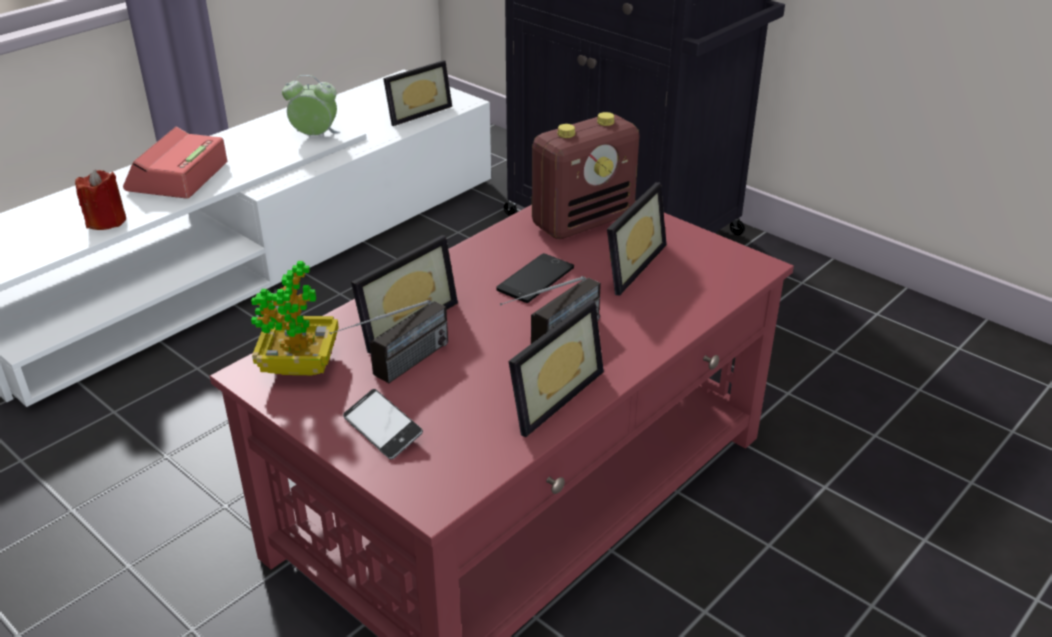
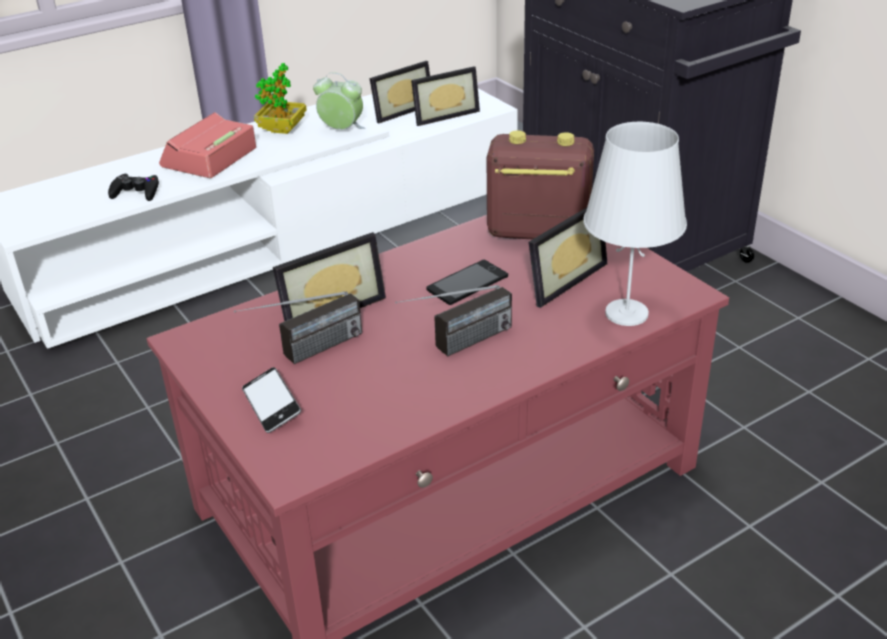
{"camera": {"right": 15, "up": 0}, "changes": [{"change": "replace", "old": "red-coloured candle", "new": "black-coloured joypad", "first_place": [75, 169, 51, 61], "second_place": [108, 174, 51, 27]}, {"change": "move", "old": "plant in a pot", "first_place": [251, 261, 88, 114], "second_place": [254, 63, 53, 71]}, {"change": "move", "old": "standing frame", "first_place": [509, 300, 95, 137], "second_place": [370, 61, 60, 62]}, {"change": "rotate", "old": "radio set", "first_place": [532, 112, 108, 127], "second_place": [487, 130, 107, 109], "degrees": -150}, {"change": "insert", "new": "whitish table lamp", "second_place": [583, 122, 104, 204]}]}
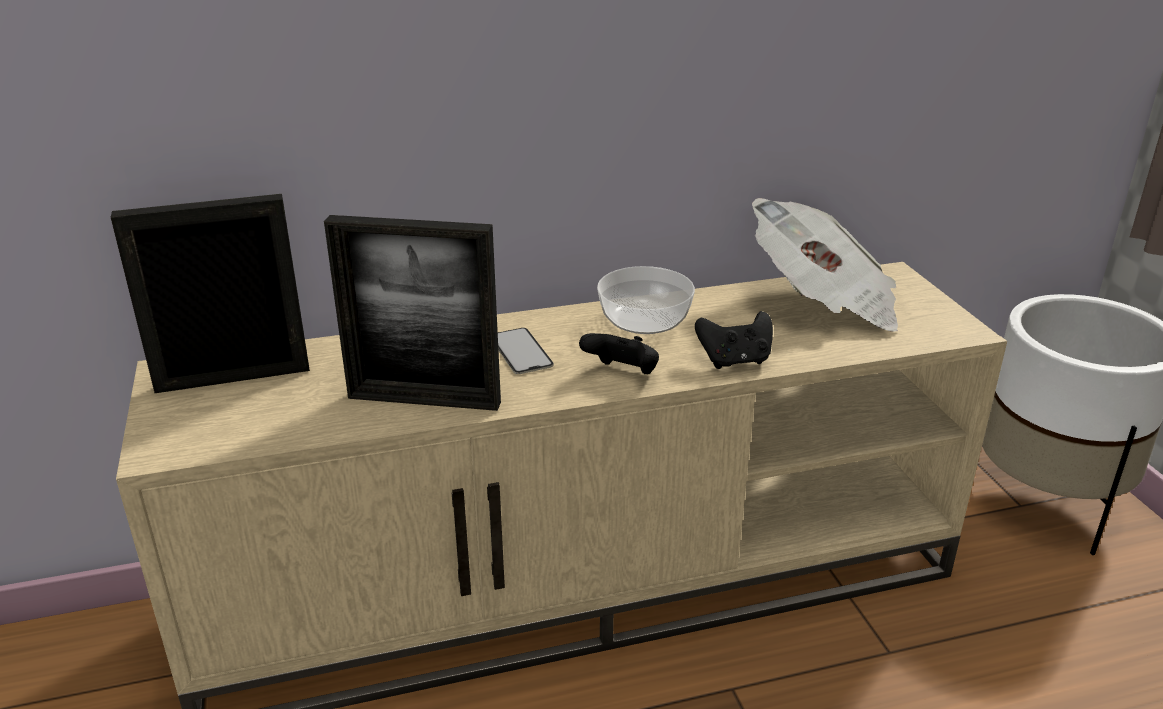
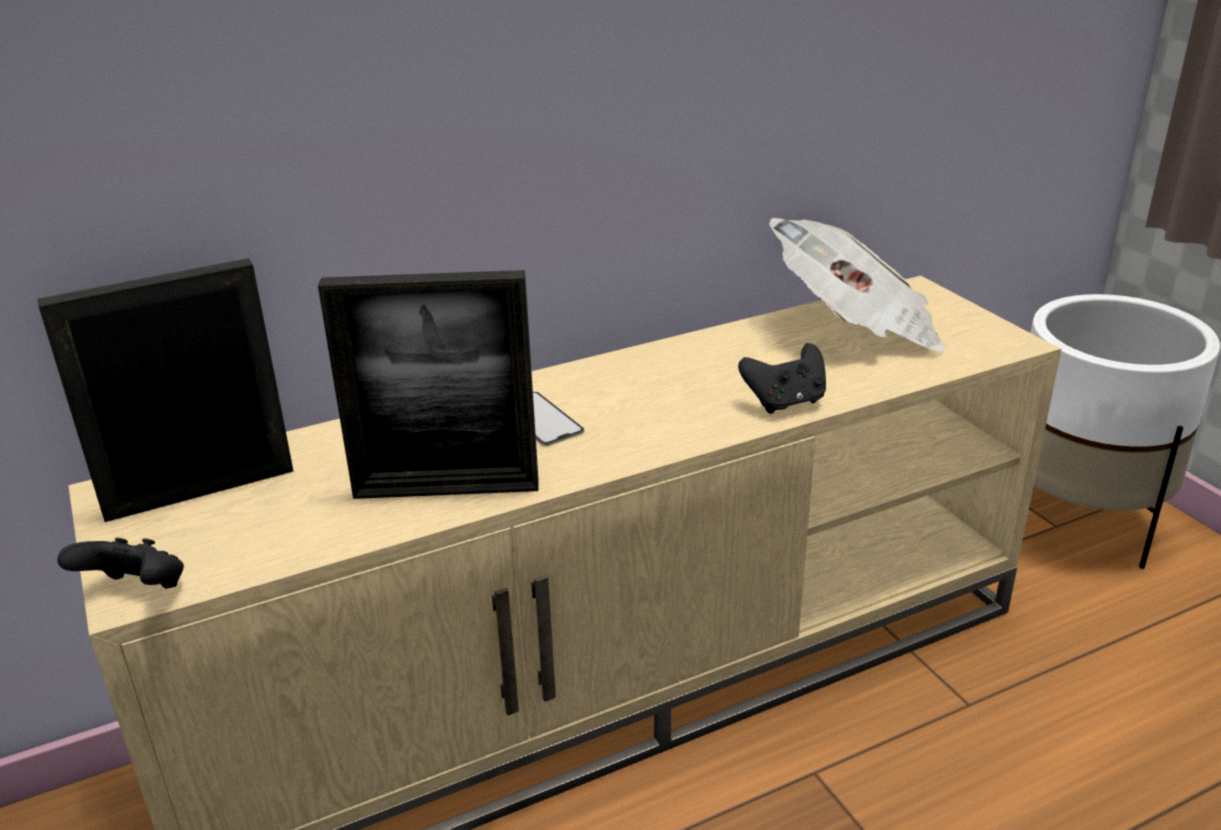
{"camera": {"right": -10, "up": 0}, "changes": [{"change": "move", "old": "black-coloured joypad", "first_place": [579, 333, 80, 41], "second_place": [57, 538, 127, 51]}, {"change": "delete", "old": "bowl", "first_place": [597, 266, 98, 68]}]}
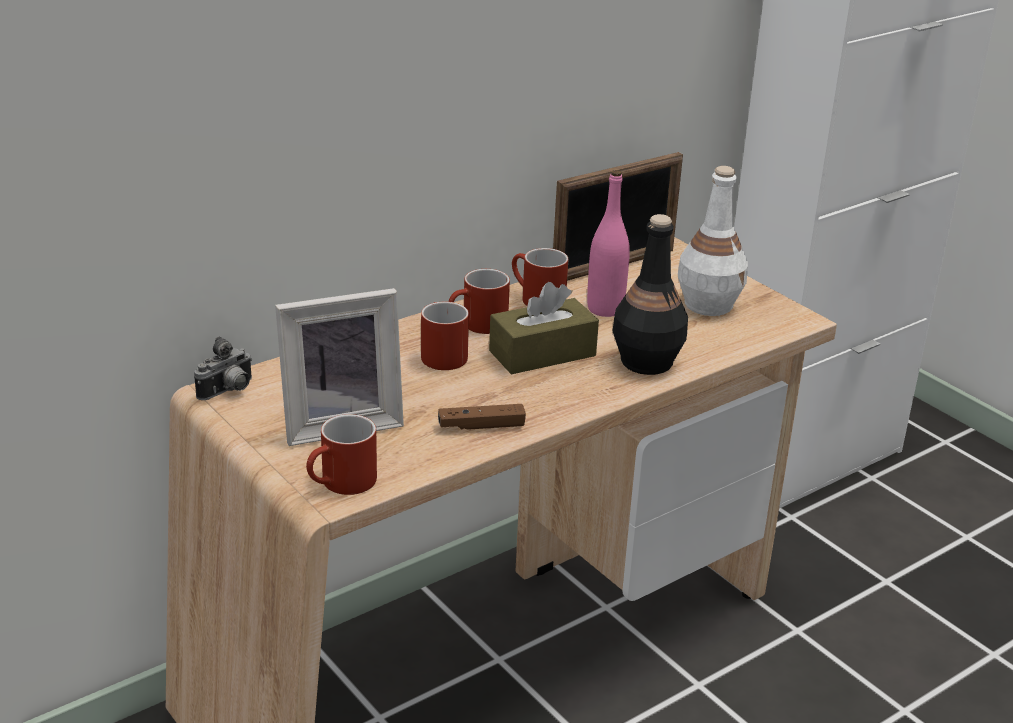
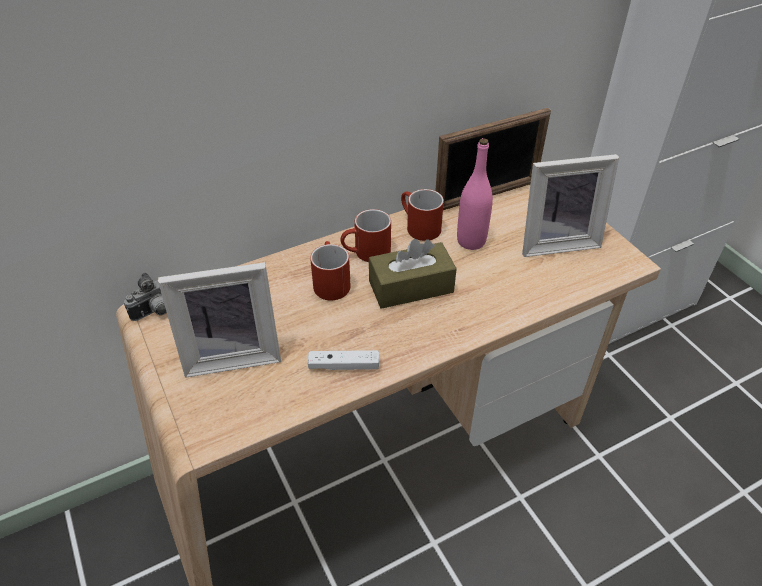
{"camera": {"right": 10, "up": 15}, "changes": [{"change": "delete", "old": "red-coloured tea mug", "first_place": [306, 414, 71, 81]}, {"change": "recolor", "old": "brown-coloured joypad", "new": "whitish joypad", "first_place": [438, 404, 88, 26], "second_place": [308, 350, 71, 20]}, {"change": "delete", "old": "black-coloured drink bottle", "first_place": [612, 214, 76, 161]}, {"change": "replace", "old": "whitish drink bottle", "new": "standing frame", "first_place": [678, 166, 70, 150], "second_place": [522, 154, 97, 103]}]}
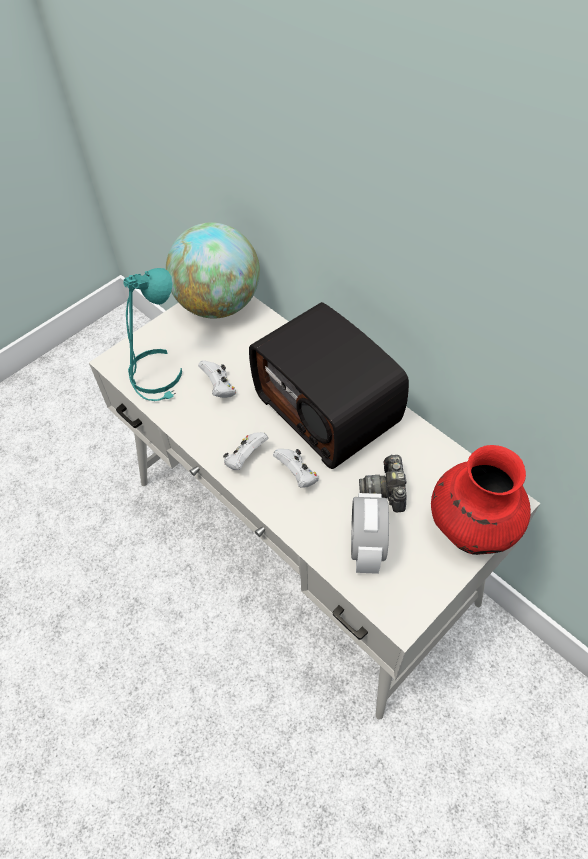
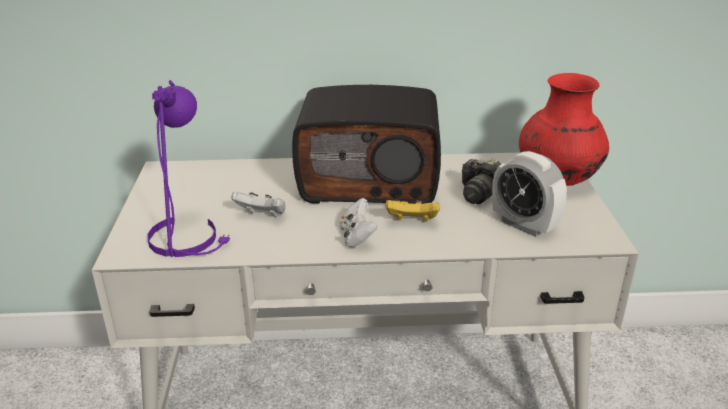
{"camera": {"right": -50, "up": -25}, "changes": [{"change": "recolor", "old": "blue-green table lamp", "new": "purplish table lamp", "first_place": [124, 268, 58, 133], "second_place": [148, 80, 82, 177]}, {"change": "delete", "old": "desk globe", "first_place": [166, 222, 94, 96]}, {"change": "recolor", "old": "whitish joypad", "new": "yellowish joypad", "first_place": [273, 449, 46, 39], "second_place": [385, 200, 55, 22]}]}
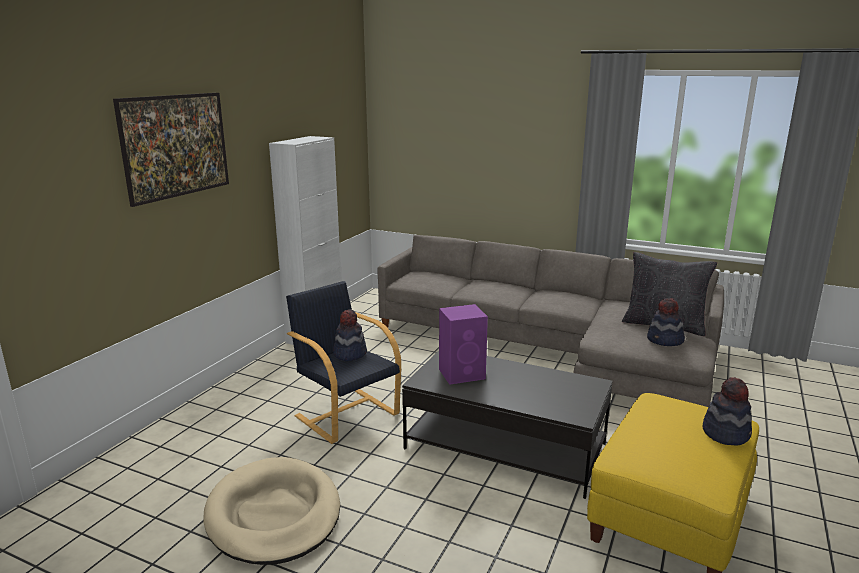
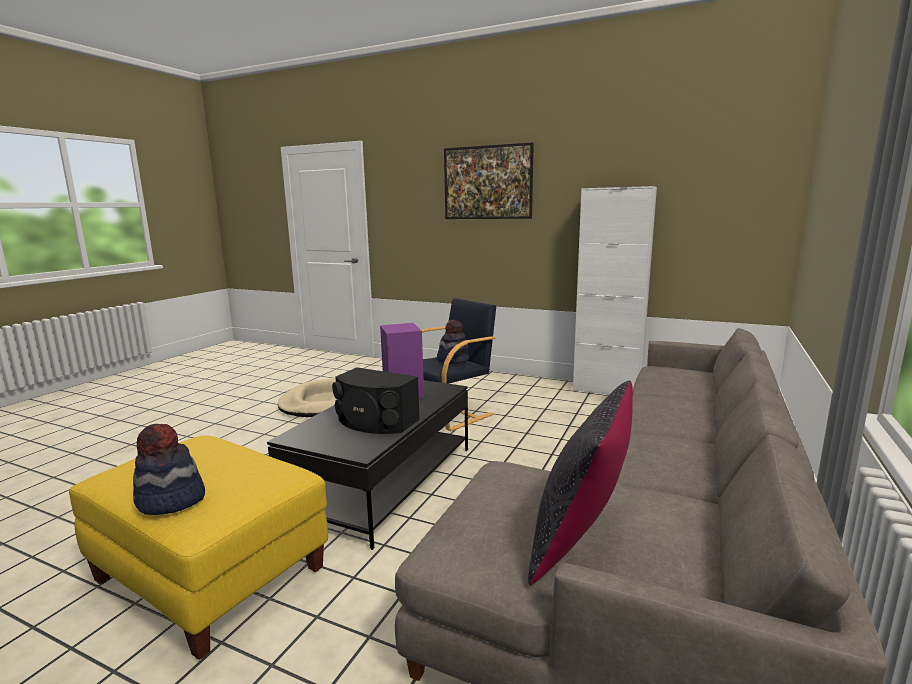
{"camera": {"right": 90, "up": -5}, "changes": [{"change": "delete", "old": "clothing hat", "first_place": [647, 298, 38, 48]}, {"change": "insert", "new": "black-coloured speaker", "second_place": [332, 367, 88, 67]}]}
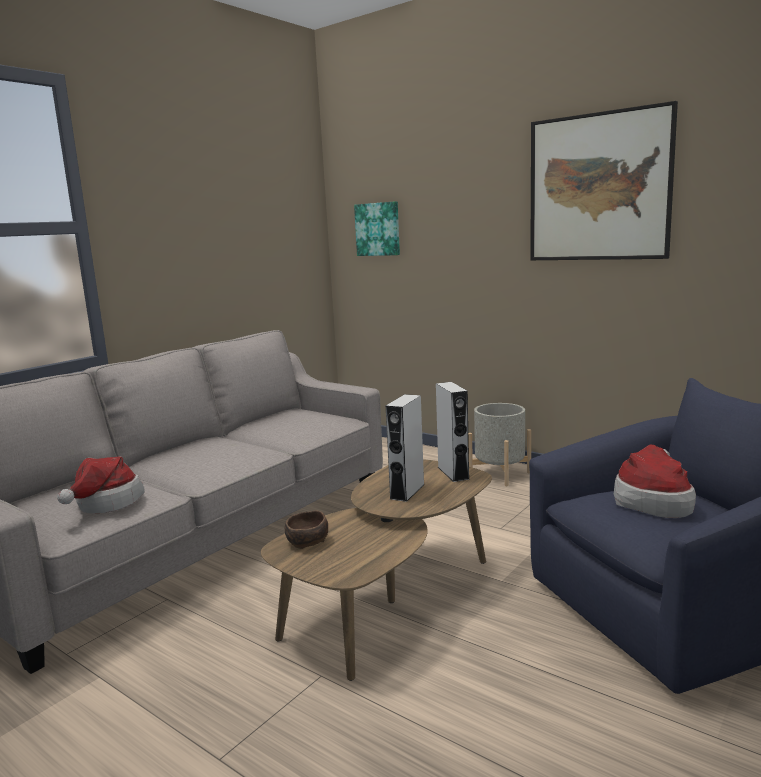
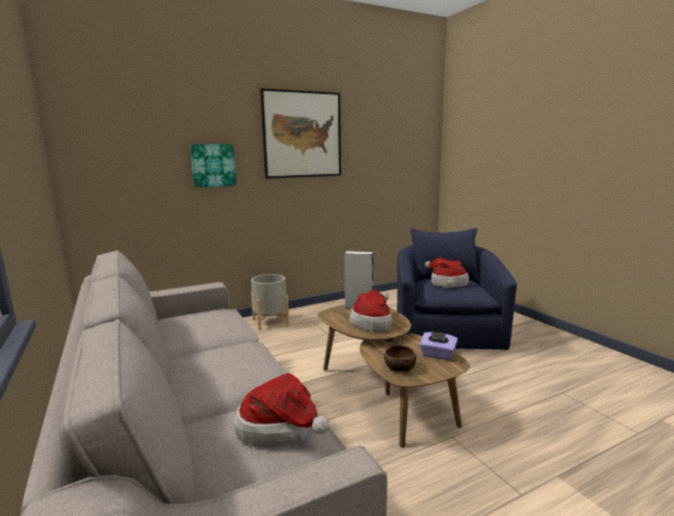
{"camera": {"right": -65, "up": 0}, "changes": [{"change": "move", "old": "wall picture", "first_place": [354, 202, 46, 54], "second_place": [190, 144, 46, 43]}, {"change": "replace", "old": "greyish speaker", "new": "clothing hat", "first_place": [386, 394, 38, 108], "second_place": [349, 289, 43, 43]}, {"change": "insert", "new": "purplish box of tissues", "second_place": [420, 331, 38, 30]}]}
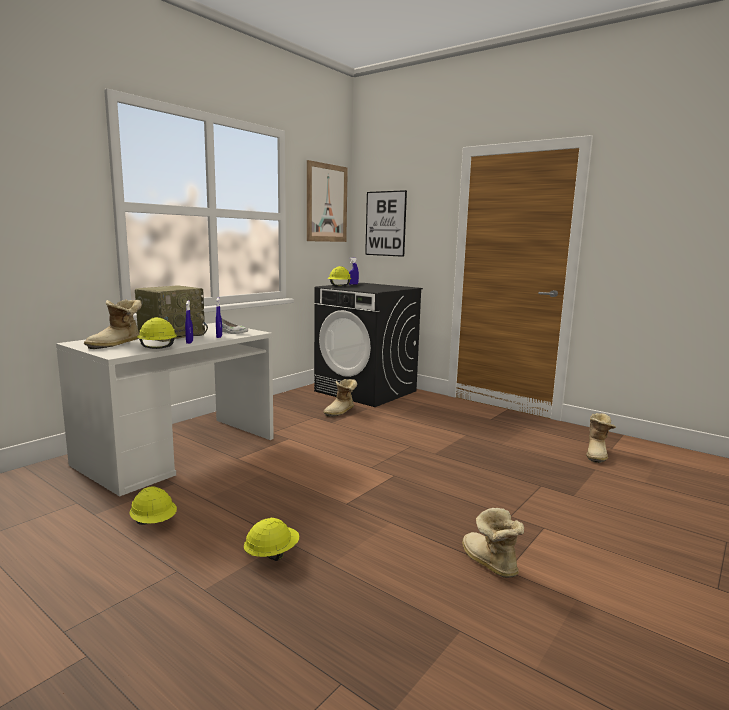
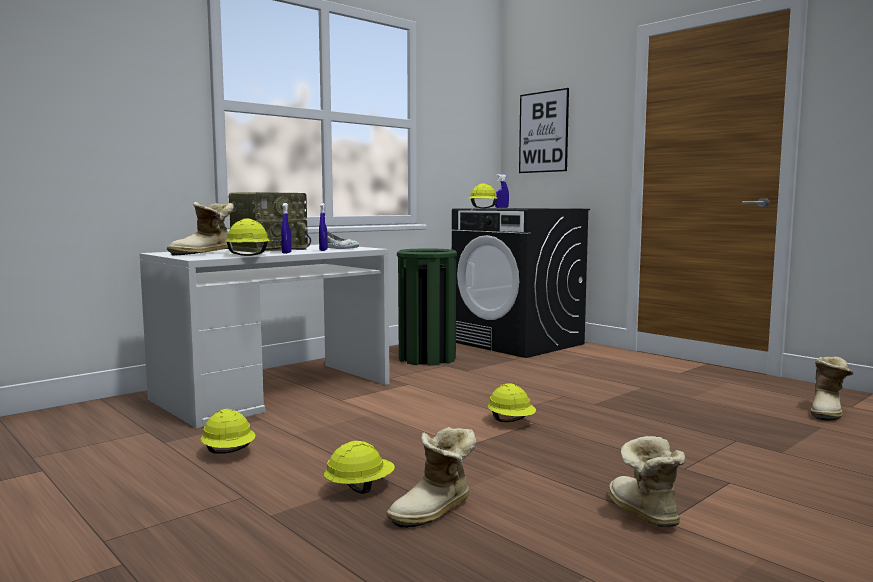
{"camera": {"right": 10, "up": -5}, "changes": [{"change": "delete", "old": "wall picture", "first_place": [307, 160, 41, 82]}, {"change": "move", "old": "tall boot", "first_place": [323, 379, 34, 38], "second_place": [387, 427, 90, 101]}, {"change": "insert", "new": "green-coloured trash can", "second_place": [397, 248, 60, 118]}, {"change": "insert", "new": "yellowish work helmet", "second_place": [488, 383, 48, 39]}]}
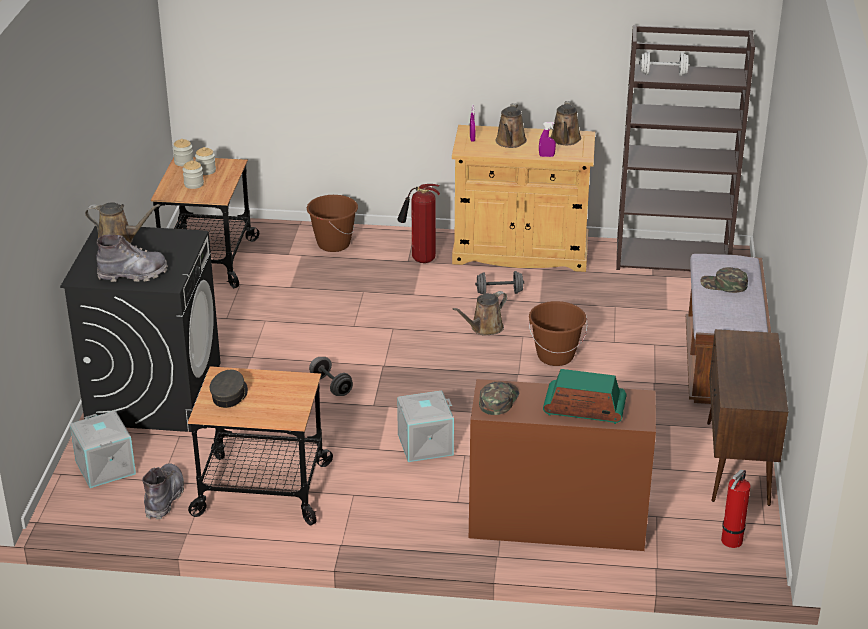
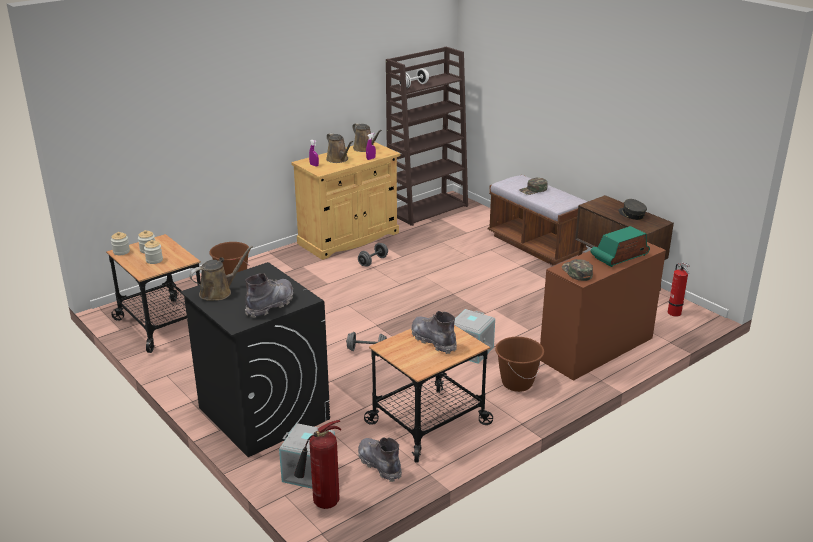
{"camera": {"right": -45, "up": -5}, "changes": [{"change": "move", "old": "greyish peaked cap", "first_place": [210, 370, 38, 38], "second_place": [618, 199, 29, 21]}, {"change": "move", "old": "fire-fighting cylinder", "first_place": [397, 184, 43, 79], "second_place": [294, 420, 47, 89]}, {"change": "delete", "old": "brown-coloured sprinkling can", "first_place": [453, 291, 54, 45]}, {"change": "move", "old": "brown-coloured bucket", "first_place": [529, 301, 59, 65], "second_place": [495, 337, 49, 55]}, {"change": "insert", "new": "greyish tall boot", "second_place": [411, 311, 46, 43]}]}
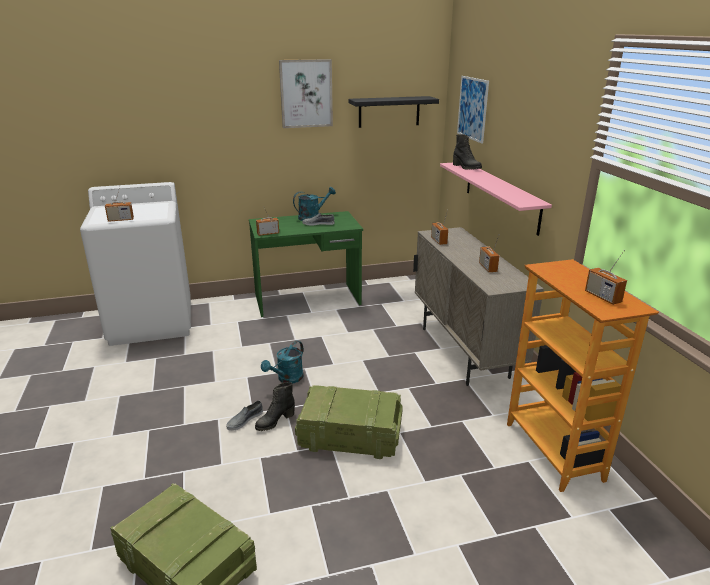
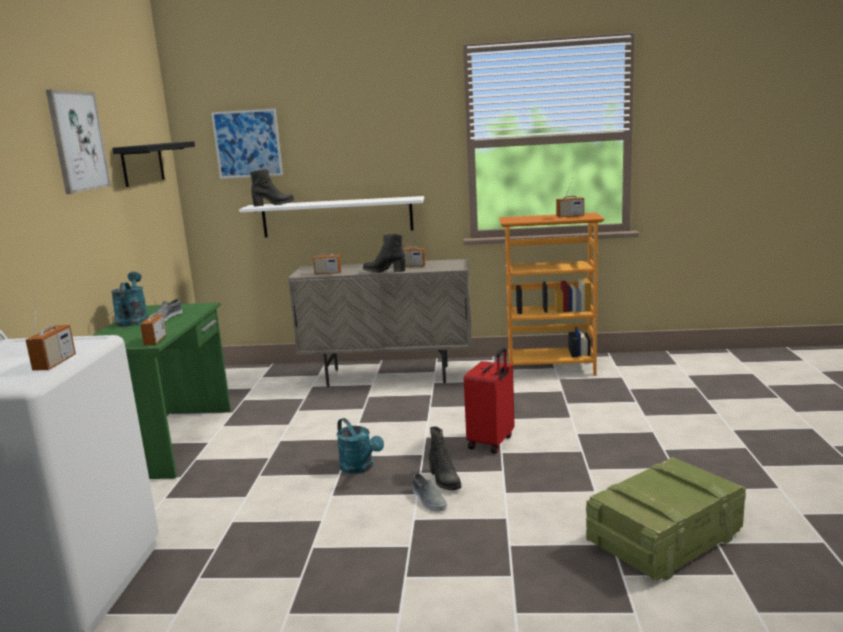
{"camera": {"right": -70, "up": -10}, "changes": [{"change": "replace", "old": "crate", "new": "red-coloured travel case", "first_place": [295, 385, 108, 74], "second_place": [464, 347, 50, 107]}, {"change": "recolor", "old": "pink-coloured wall shelf", "new": "whitish wall shelf", "first_place": [440, 163, 112, 73], "second_place": [239, 196, 185, 41]}, {"change": "insert", "new": "black-coloured tall boot", "second_place": [363, 234, 42, 39]}]}
